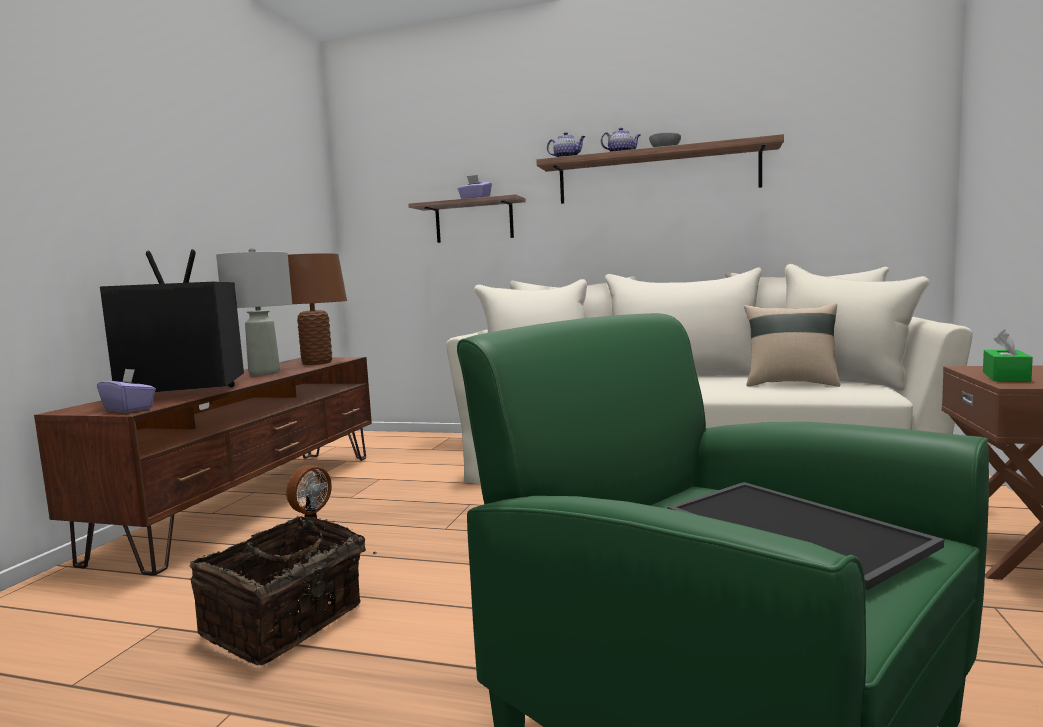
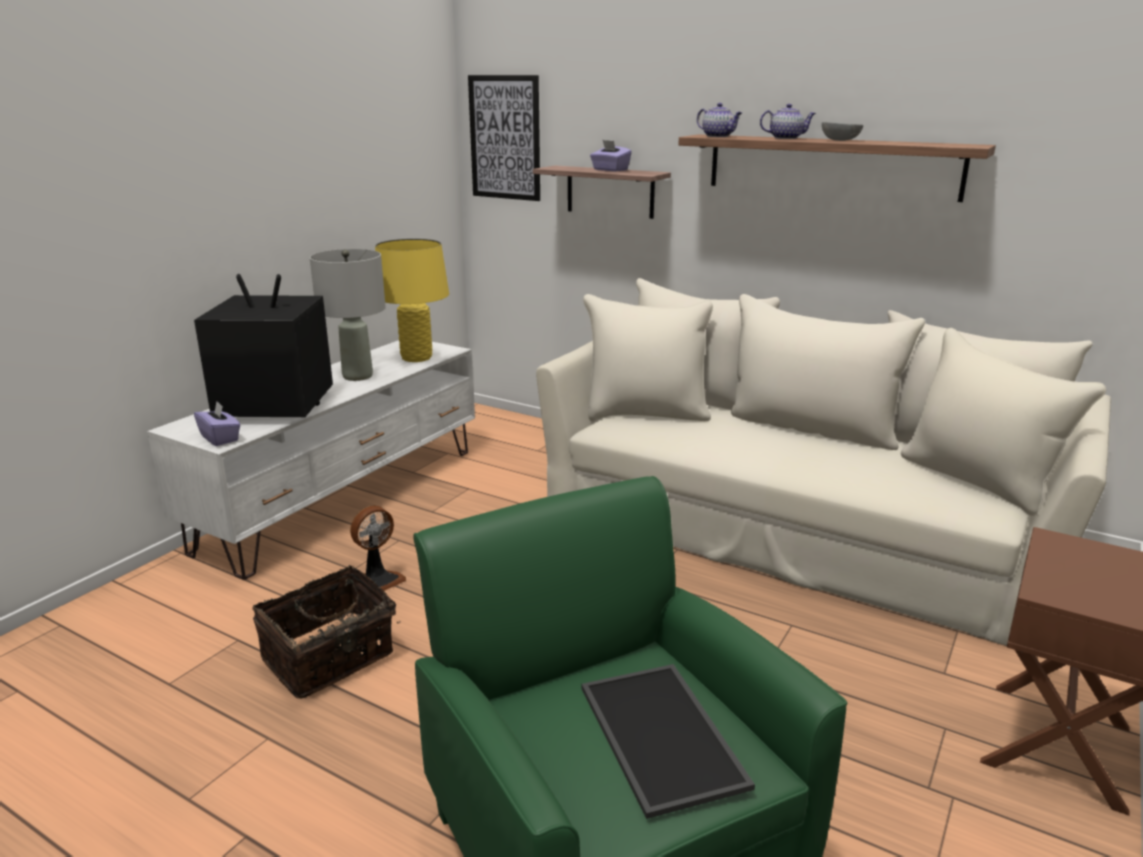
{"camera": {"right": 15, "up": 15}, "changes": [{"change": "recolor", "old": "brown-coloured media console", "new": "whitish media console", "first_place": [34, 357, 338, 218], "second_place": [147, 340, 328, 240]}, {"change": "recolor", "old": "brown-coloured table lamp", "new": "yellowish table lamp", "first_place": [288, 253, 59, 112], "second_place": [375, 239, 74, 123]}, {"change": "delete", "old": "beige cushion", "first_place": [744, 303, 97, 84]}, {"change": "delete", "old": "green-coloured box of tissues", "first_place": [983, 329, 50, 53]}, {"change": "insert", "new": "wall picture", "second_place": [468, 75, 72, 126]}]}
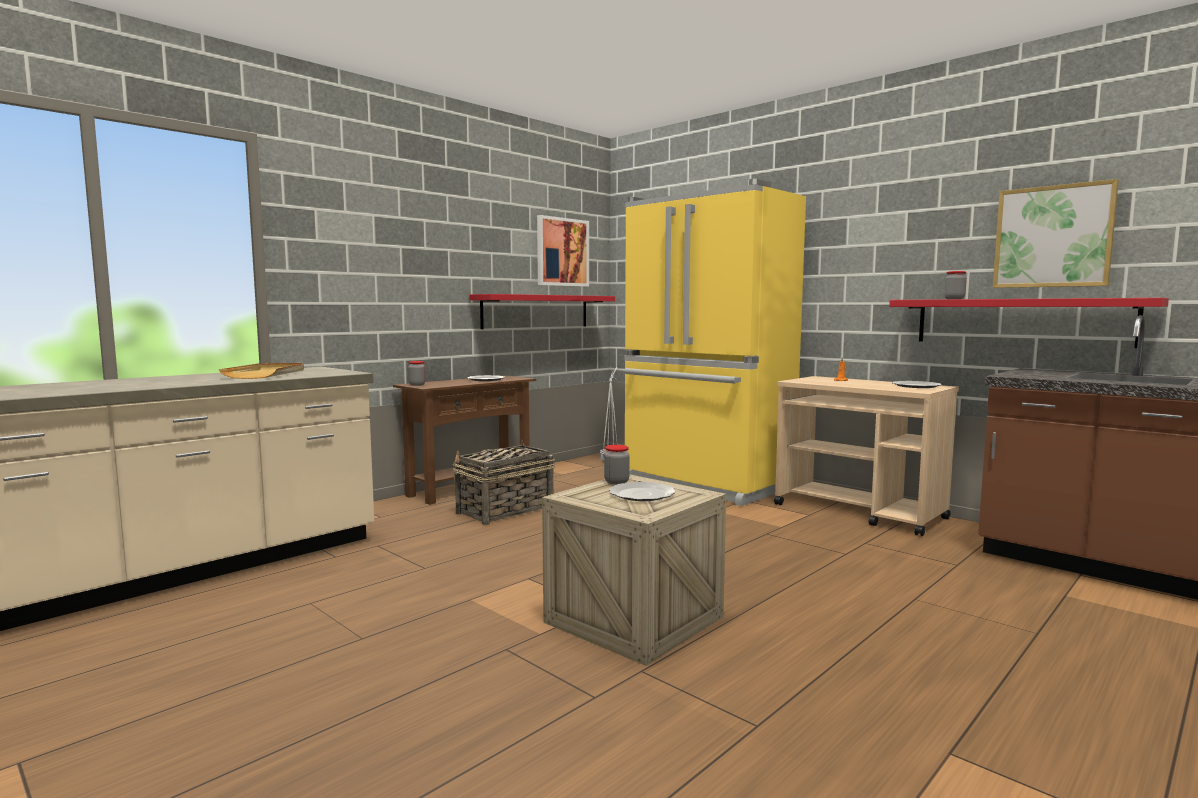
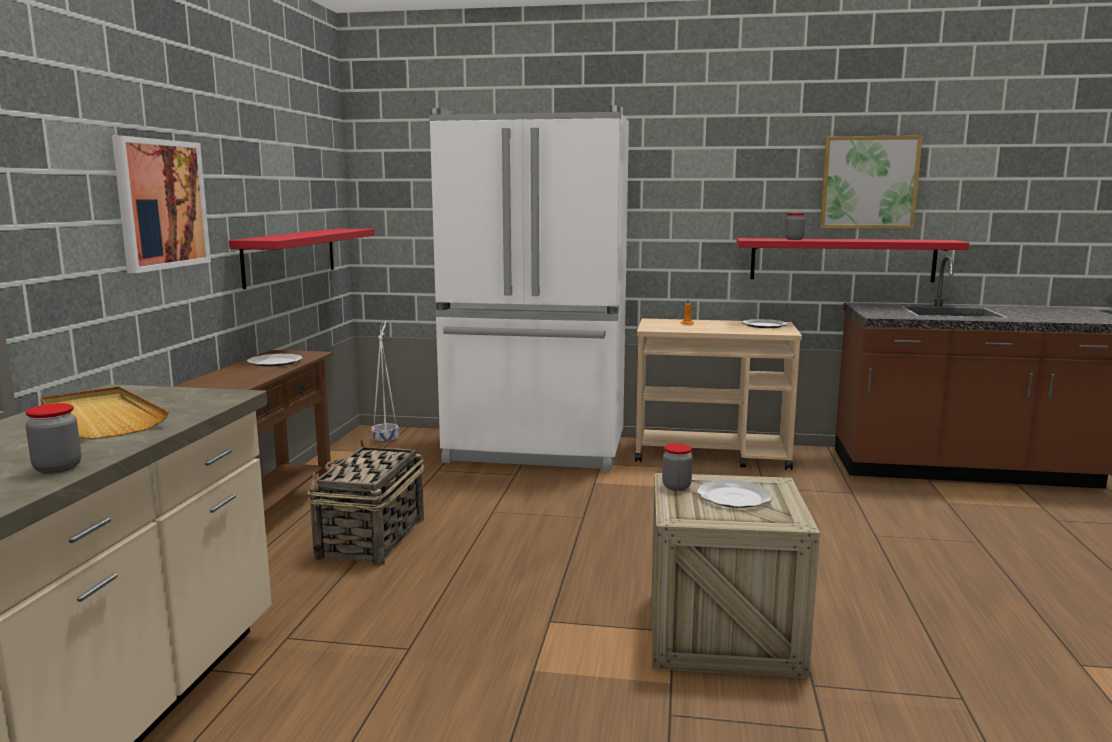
{"camera": {"right": -35, "up": 5}, "changes": [{"change": "move", "old": "storage jar", "first_place": [408, 361, 17, 25], "second_place": [25, 403, 56, 71]}, {"change": "move", "old": "wall picture", "first_place": [537, 215, 52, 72], "second_place": [112, 136, 99, 137]}, {"change": "recolor", "old": "yellowish refrigerator", "new": "whitish refrigerator", "first_place": [624, 179, 182, 327], "second_place": [429, 105, 200, 366]}]}
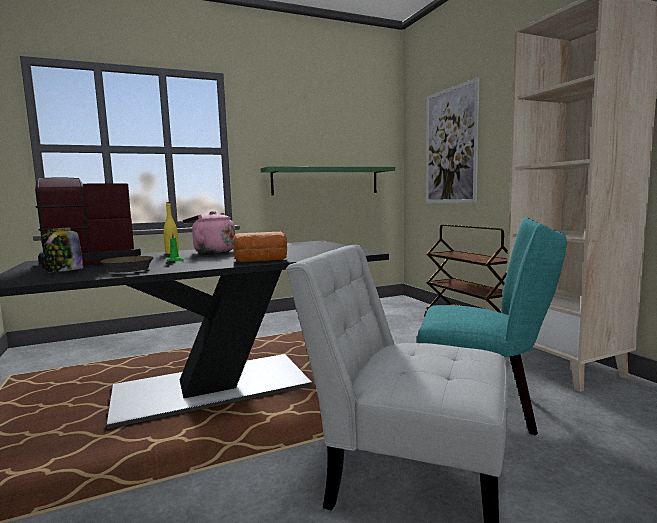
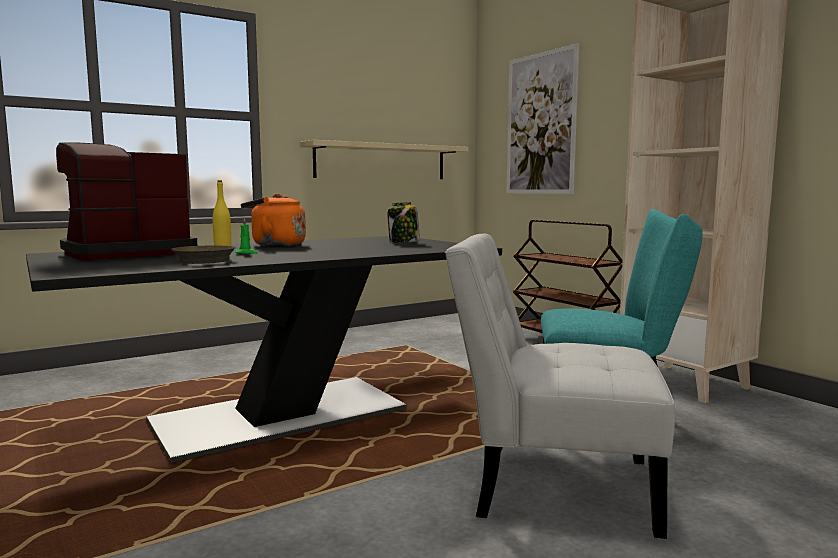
{"camera": {"right": -10, "up": 0}, "changes": [{"change": "move", "old": "storage jar", "first_place": [41, 228, 43, 45], "second_place": [387, 202, 33, 41]}, {"change": "recolor", "old": "pink-coloured water kettle", "new": "orange water kettle", "first_place": [183, 211, 52, 42], "second_place": [241, 194, 65, 53]}, {"change": "delete", "old": "bakery bread", "first_place": [233, 232, 54, 30]}, {"change": "recolor", "old": "green-coloured wall shelf", "new": "beige wall shelf", "first_place": [261, 167, 134, 28], "second_place": [300, 140, 169, 39]}]}
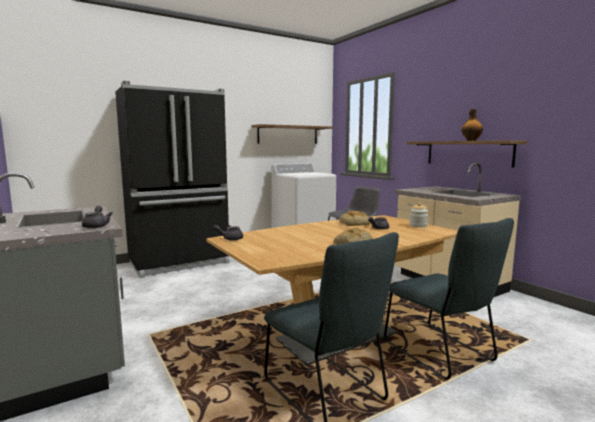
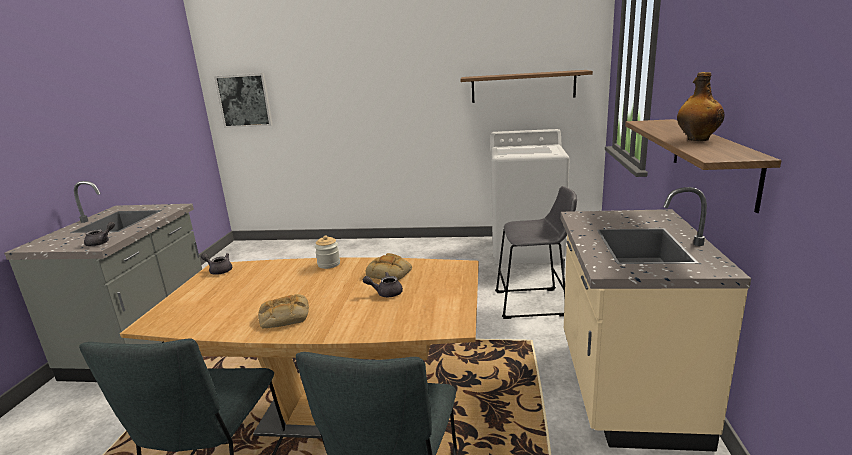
{"camera": {"right": 40, "up": 10}, "changes": [{"change": "delete", "old": "black-coloured refrigerator", "first_place": [115, 81, 115, 197]}, {"change": "move", "old": "storage jar", "first_place": [409, 203, 19, 24], "second_place": [315, 235, 25, 34]}, {"change": "insert", "new": "wall picture", "second_place": [214, 73, 59, 55]}]}
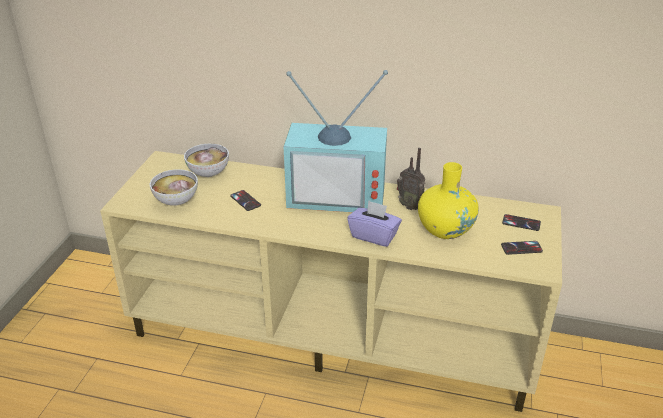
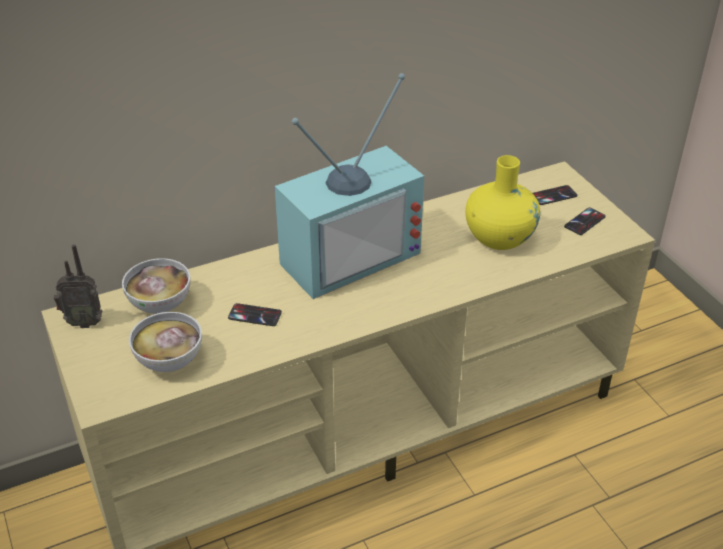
{"camera": {"right": -40, "up": 5}, "changes": [{"change": "delete", "old": "purplish box of tissues", "first_place": [347, 200, 55, 47]}, {"change": "move", "old": "radio set", "first_place": [397, 148, 28, 62], "second_place": [54, 244, 48, 84]}]}
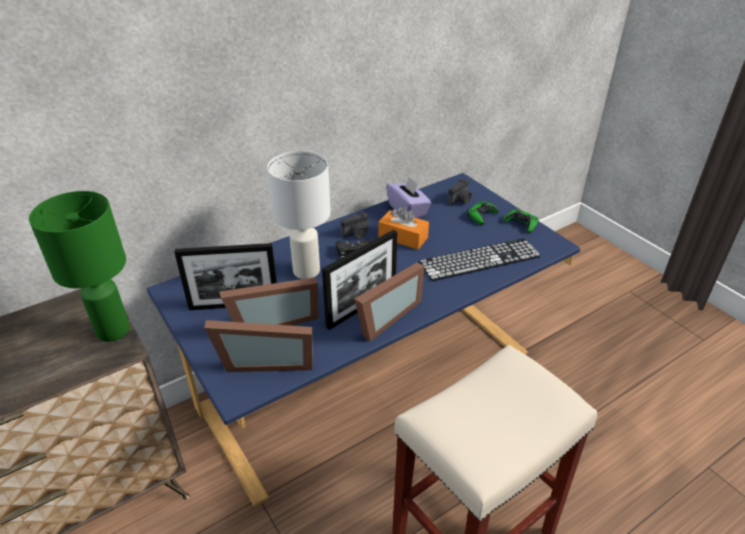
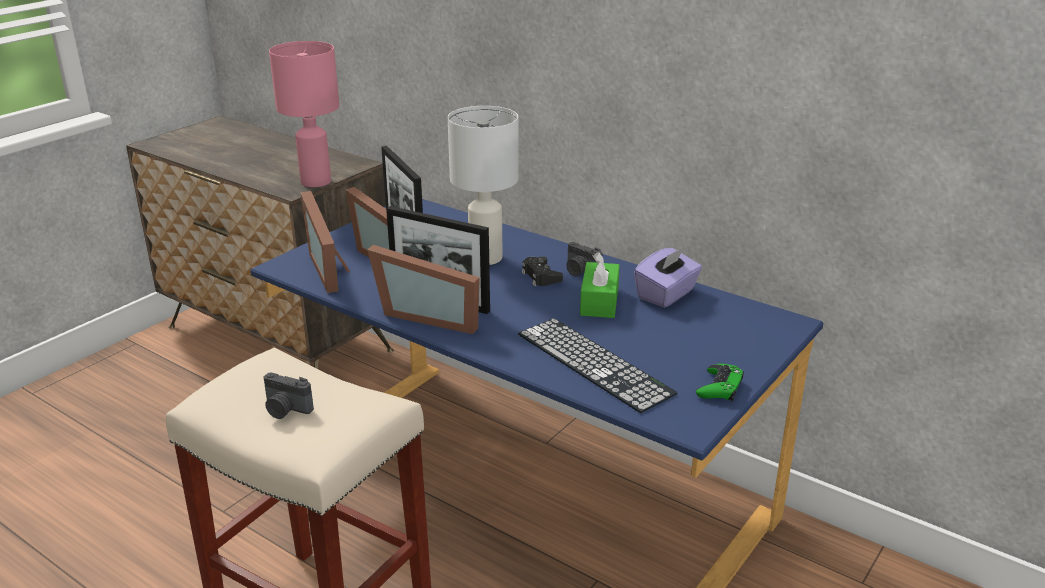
{"camera": {"right": 70, "up": -10}, "changes": [{"change": "recolor", "old": "green-coloured table lamp", "new": "pink-coloured table lamp", "first_place": [29, 191, 101, 151], "second_place": [269, 41, 70, 146]}, {"change": "recolor", "old": "orange box of tissues", "new": "green-coloured box of tissues", "first_place": [378, 206, 51, 44], "second_place": [580, 252, 40, 66]}, {"change": "move", "old": "still camera", "first_place": [448, 179, 24, 26], "second_place": [264, 372, 50, 47]}, {"change": "delete", "old": "green-coloured joypad", "first_place": [468, 201, 31, 24]}]}
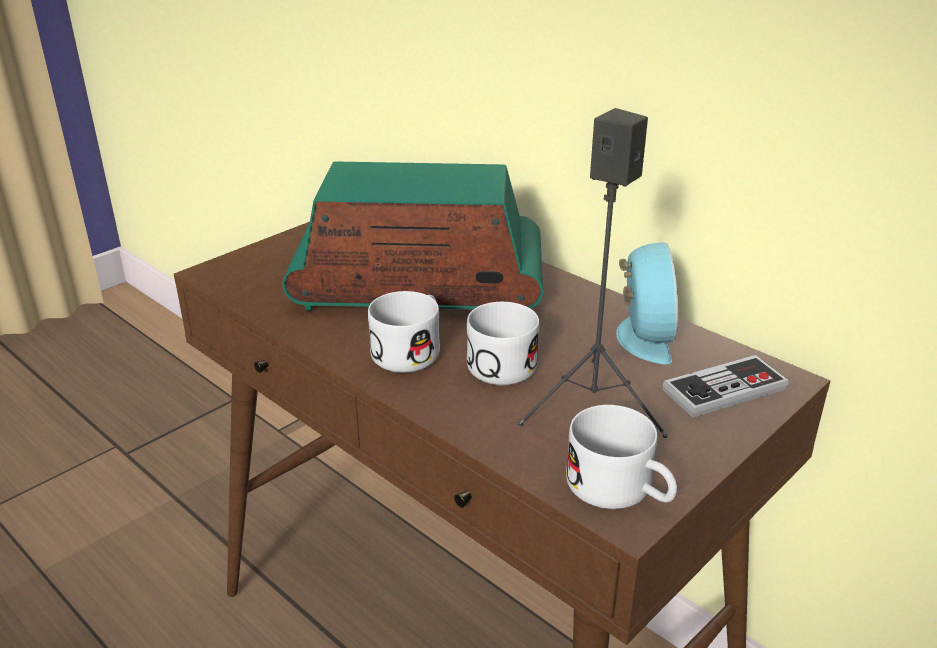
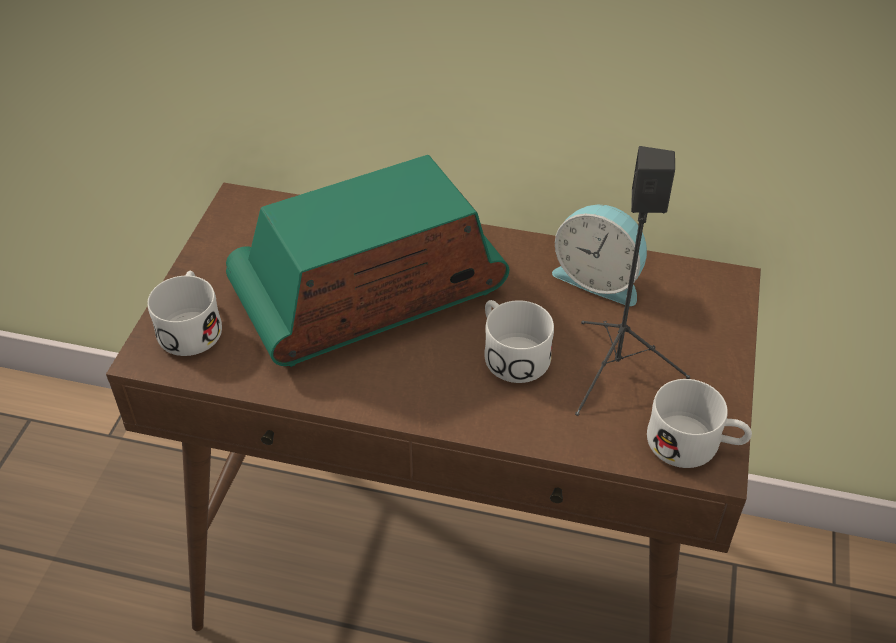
{"camera": {"right": -30, "up": 15}, "changes": [{"change": "move", "old": "whitish tea mug", "first_place": [368, 291, 72, 82], "second_place": [147, 271, 75, 85]}, {"change": "rotate", "old": "alarm clock", "first_place": [616, 242, 62, 123], "second_place": [552, 205, 95, 101], "degrees": 150}, {"change": "delete", "old": "joypad", "first_place": [663, 355, 126, 62]}]}
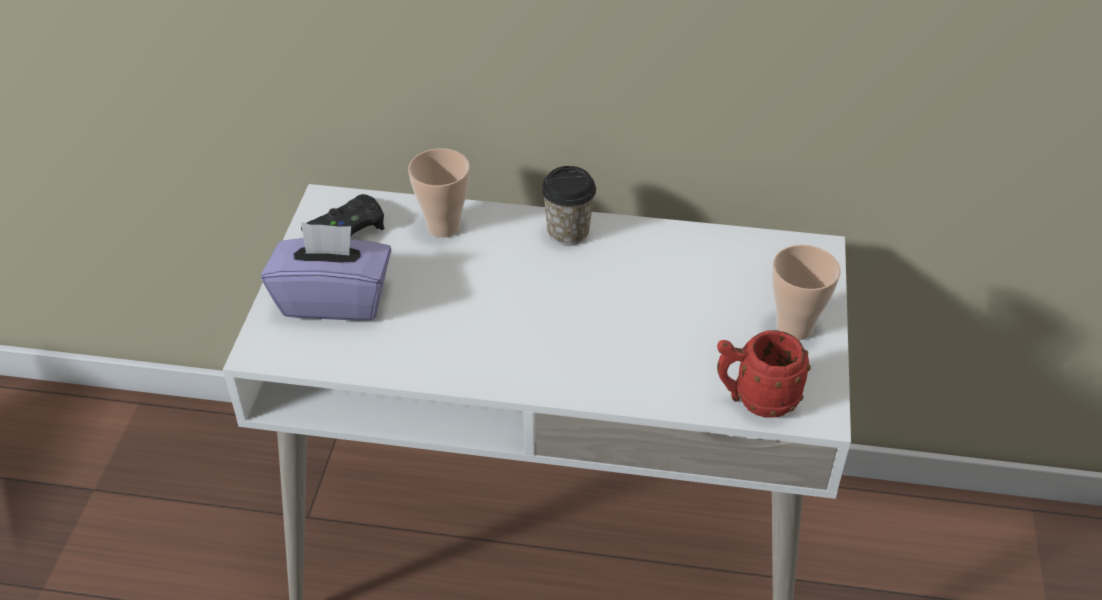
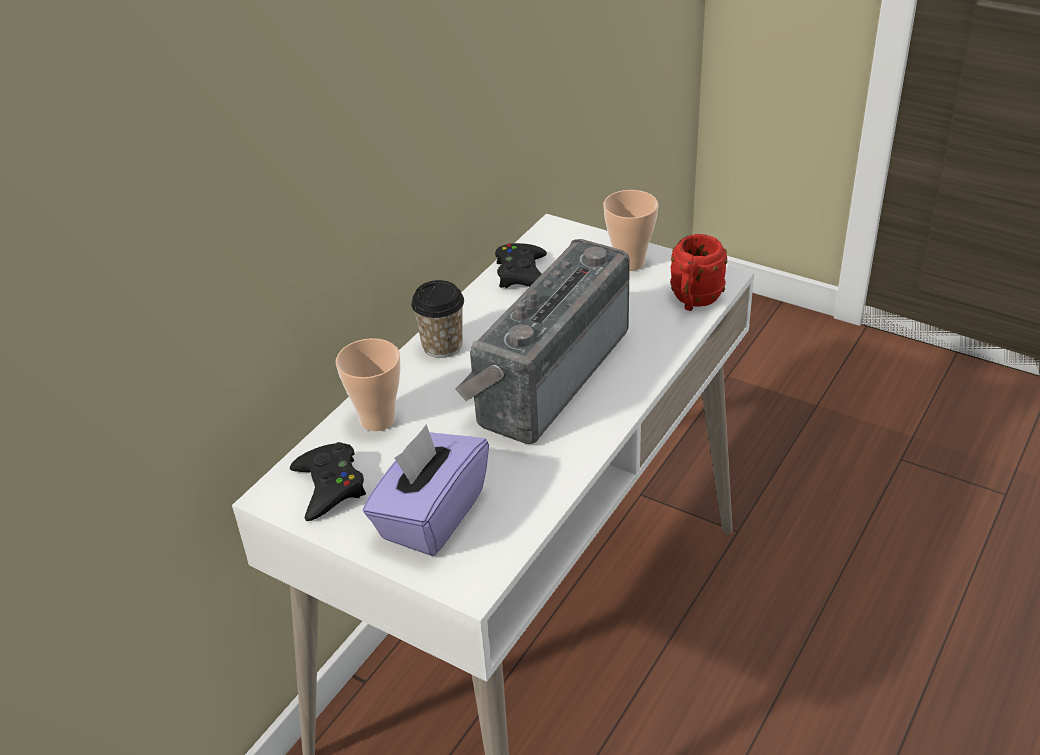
{"camera": {"right": -65, "up": -5}, "changes": [{"change": "insert", "new": "radio set", "second_place": [455, 239, 175, 205]}, {"change": "insert", "new": "black-coloured joypad", "second_place": [495, 243, 52, 45]}]}
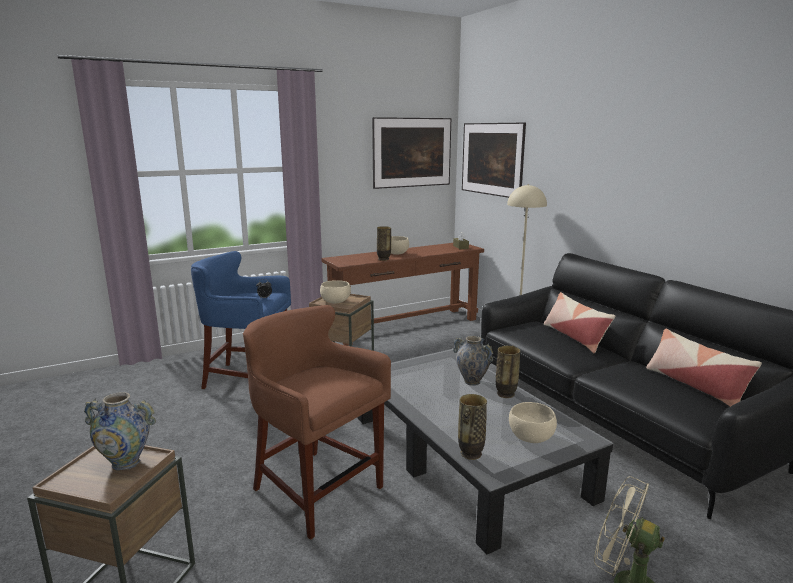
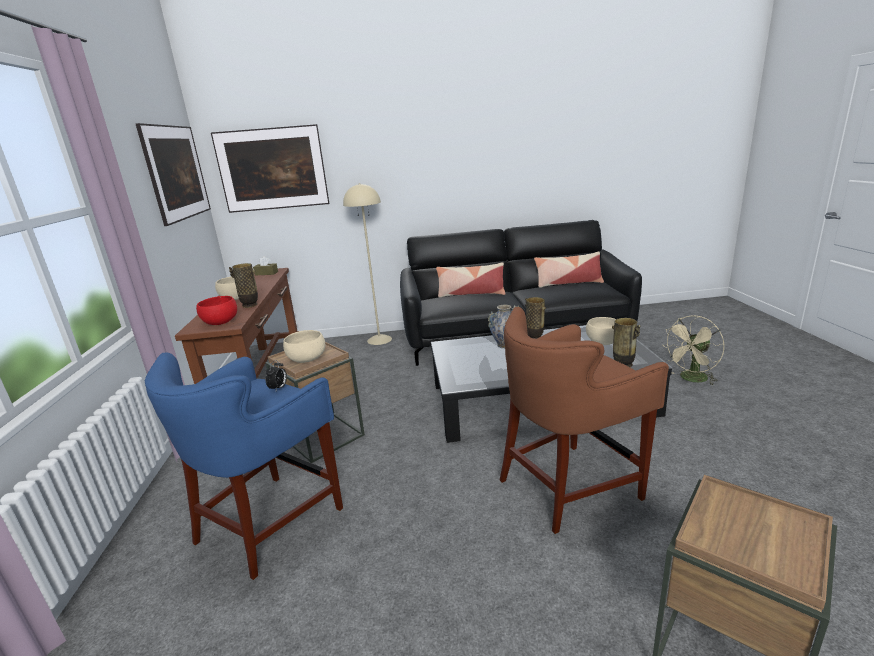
{"camera": {"right": -65, "up": 5}, "changes": [{"change": "delete", "old": "flower vase", "first_place": [84, 392, 72, 79]}, {"change": "insert", "new": "red-coloured bowl", "second_place": [196, 296, 41, 29]}]}
